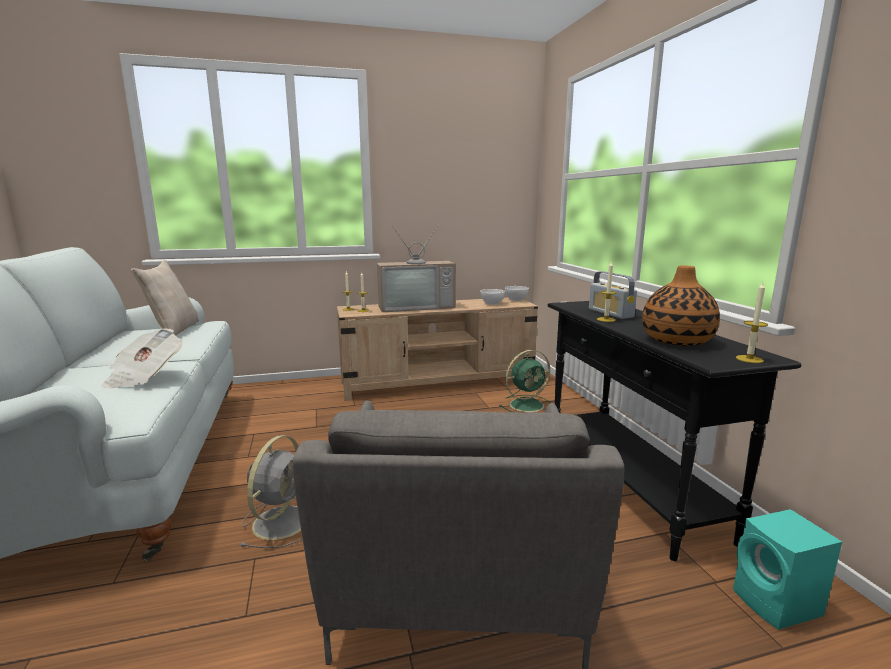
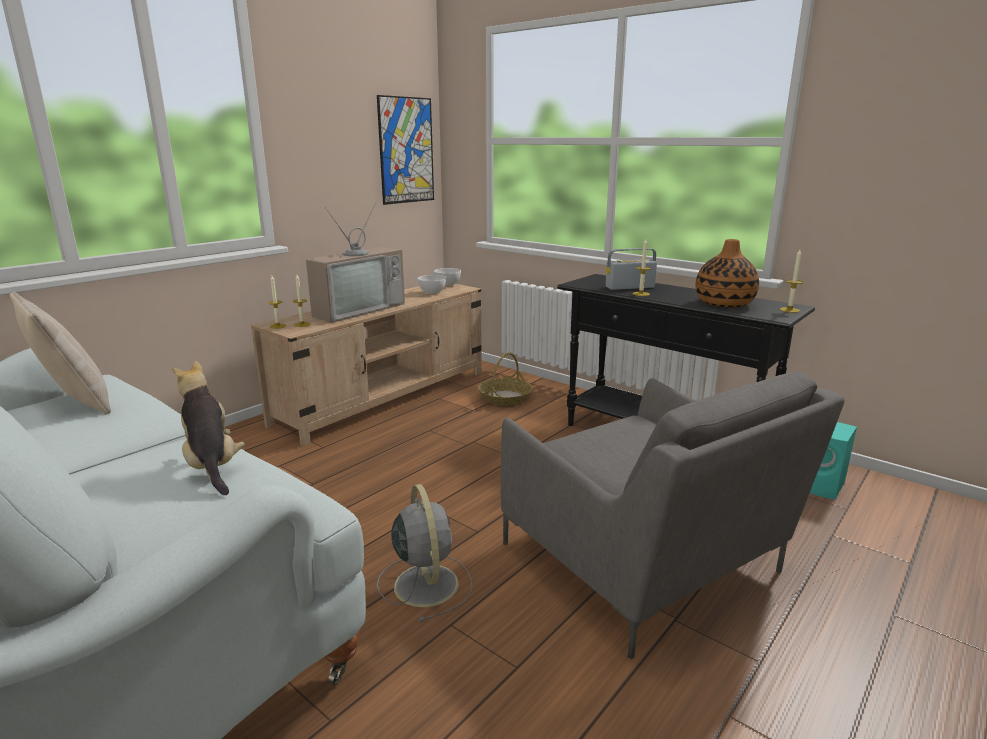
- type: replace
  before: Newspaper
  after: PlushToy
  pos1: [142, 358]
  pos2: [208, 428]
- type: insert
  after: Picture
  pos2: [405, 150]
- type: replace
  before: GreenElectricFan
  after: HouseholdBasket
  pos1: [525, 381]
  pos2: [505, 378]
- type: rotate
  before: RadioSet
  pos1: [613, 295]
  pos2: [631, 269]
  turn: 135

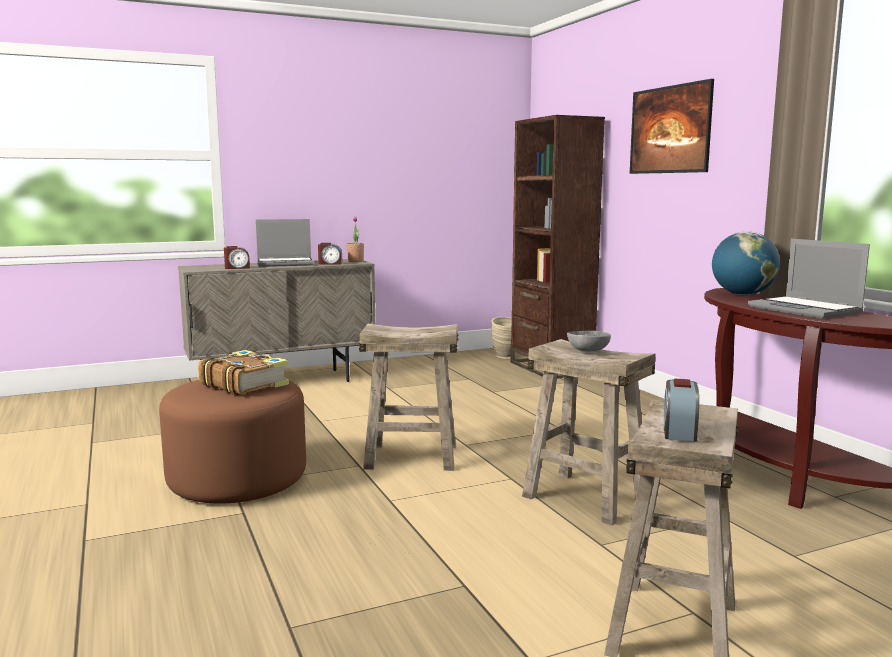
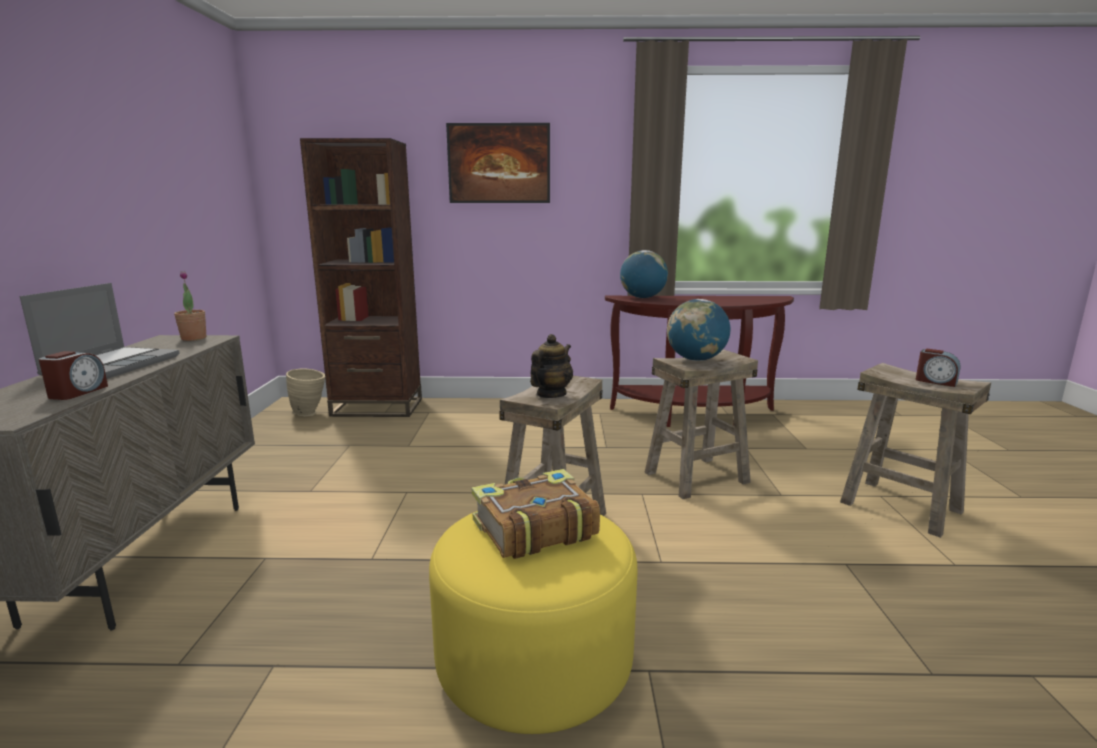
- type: recolor
  before: BrownFootrest
  after: YellowColouredFootrest
  pos1: [232, 442]
  pos2: [533, 622]
- type: insert
  after: TeaPot
  pos2: [551, 366]
- type: replace
  before: GreyishDeepDish
  after: DeskGlobe
  pos1: [589, 341]
  pos2: [698, 330]
- type: delete
  before: BedsideClock
  pos1: [330, 254]
- type: delete
  before: PortableComputer
  pos1: [809, 279]

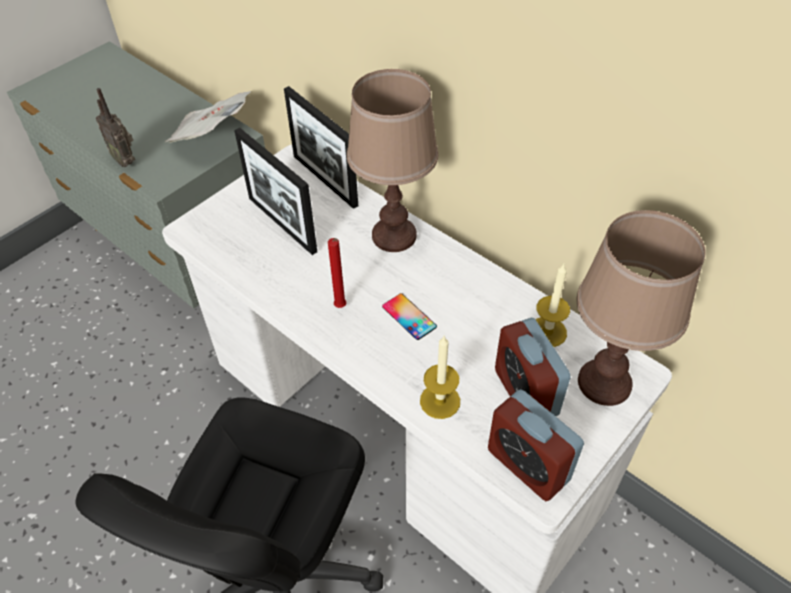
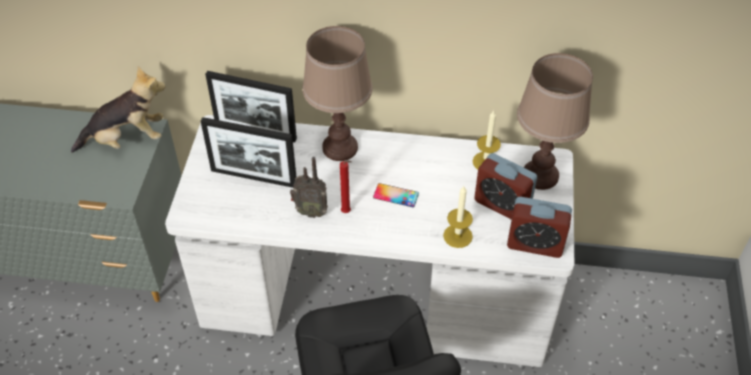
- type: replace
  before: Newspaper
  after: PlushToy
  pos1: [207, 117]
  pos2: [118, 109]
- type: move
  before: RadioSet
  pos1: [115, 127]
  pos2: [309, 187]

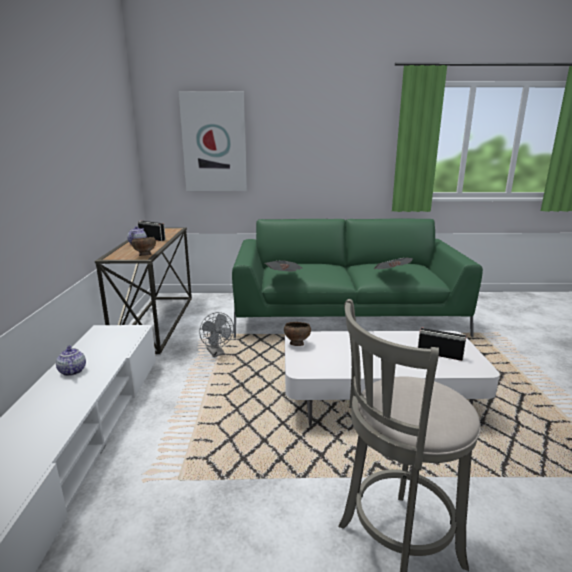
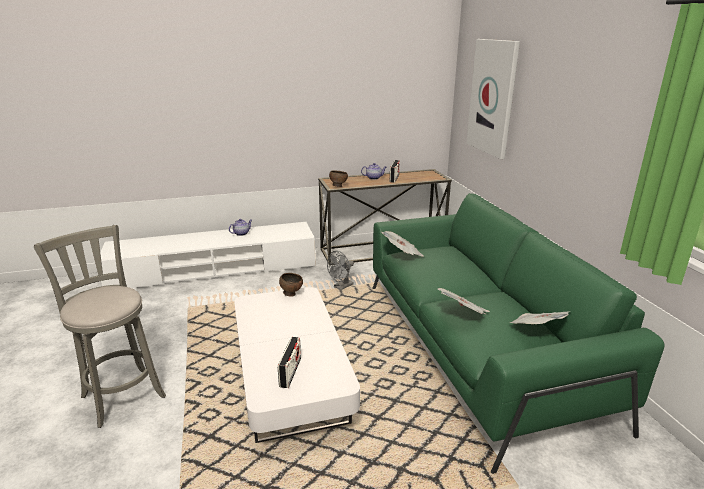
- type: insert
  after: Newspaper
  pos2: [540, 317]

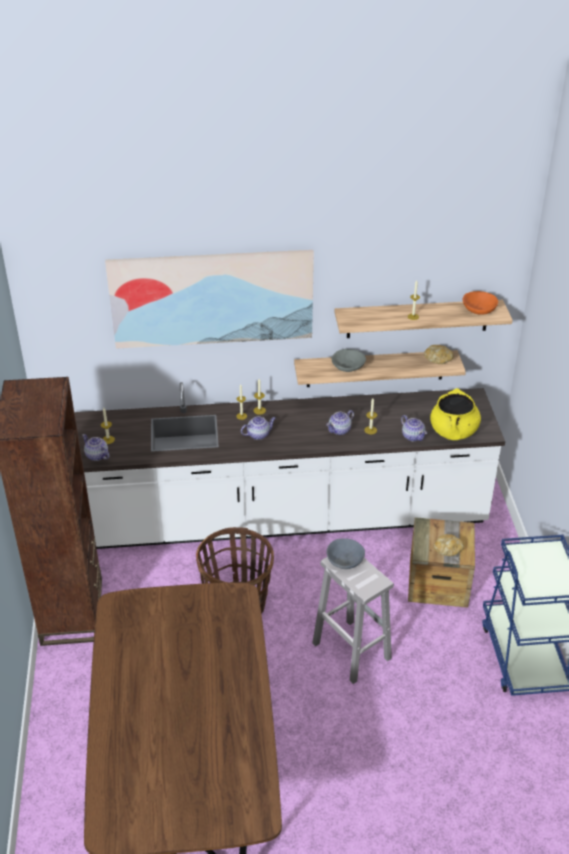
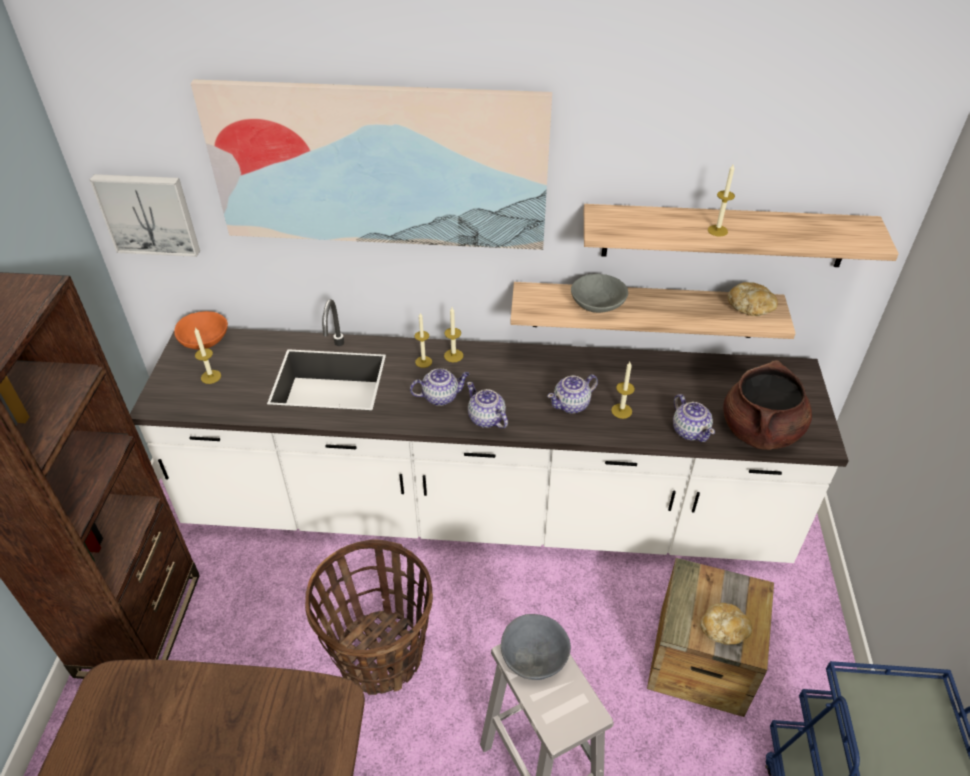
- type: insert
  after: Picture
  pos2: [145, 215]
- type: move
  before: OrangeColouredDeepDish
  pos1: [480, 303]
  pos2: [201, 330]
- type: move
  before: TeaPot
  pos1: [96, 447]
  pos2: [487, 405]
- type: recolor
  before: YellowColouredSaucepot
  after: BrownSaucepot
  pos1: [455, 414]
  pos2: [767, 405]

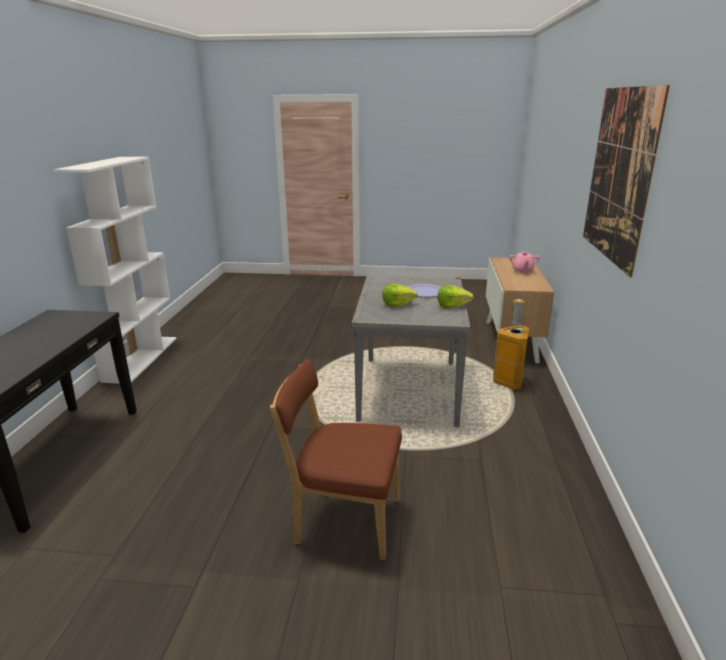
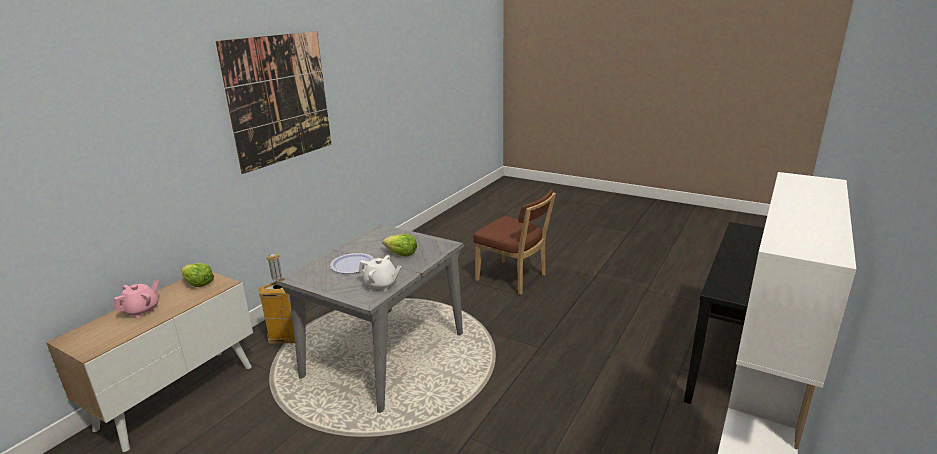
- type: move
  before: Lettuce
  pos1: [456, 297]
  pos2: [197, 275]
- type: insert
  after: WhiteTeaPot
  pos2: [380, 273]

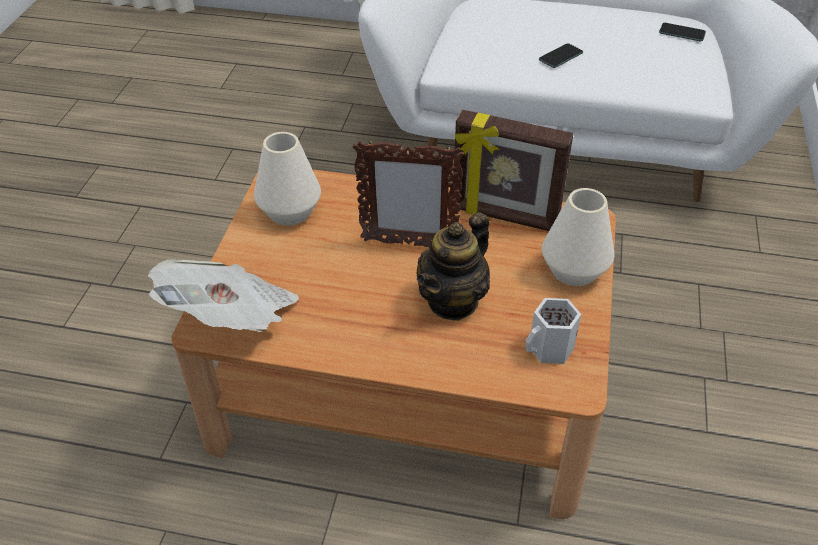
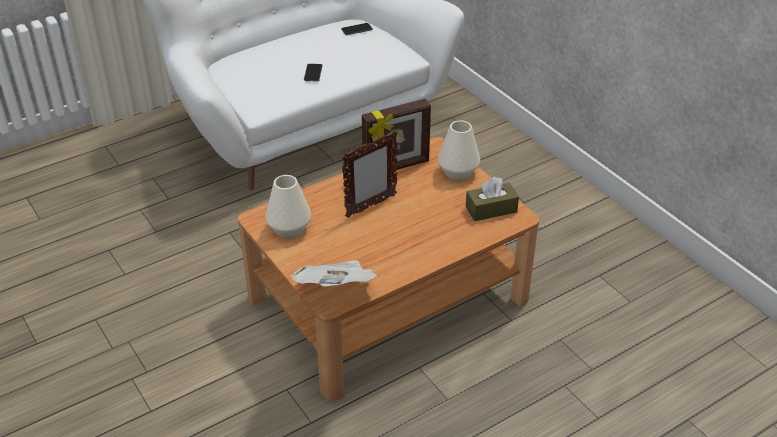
- type: replace
  before: WhiteCoffeeMug
  after: BrownTissueBox
  pos1: [553, 331]
  pos2: [492, 199]
- type: delete
  before: TeaPot
  pos1: [453, 266]

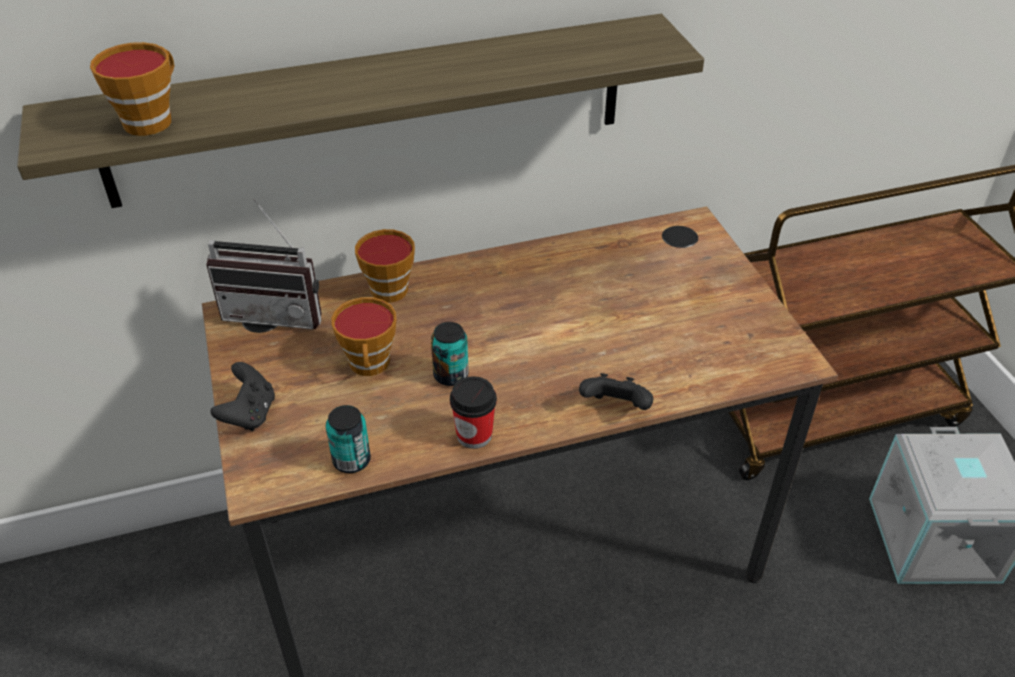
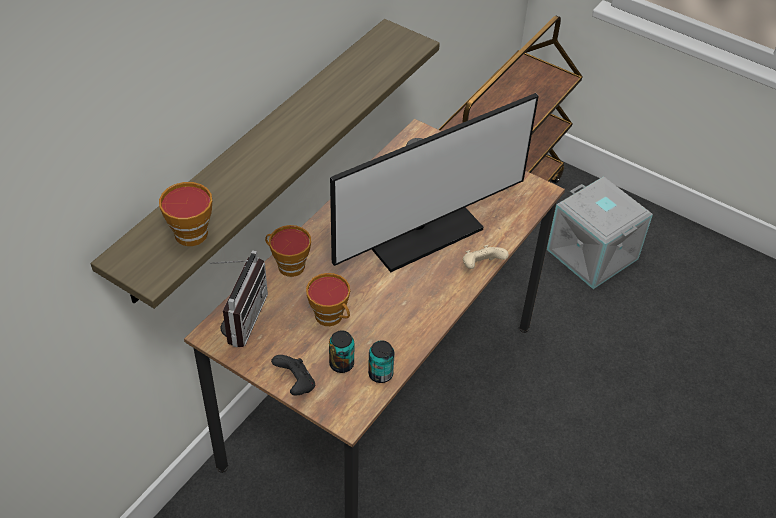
- type: rotate
  before: RadioSet
  pos1: [264, 264]
  pos2: [238, 299]
  turn: -45
- type: move
  before: SealedCan
  pos1: [450, 354]
  pos2: [341, 352]
- type: insert
  after: ComputerDisplay
  pos2: [434, 182]
- type: recolor
  before: BlackColouredJoypad
  after: BeigeJoypad
  pos1: [616, 391]
  pos2: [486, 257]
- type: delete
  before: Cup
  pos1: [473, 412]

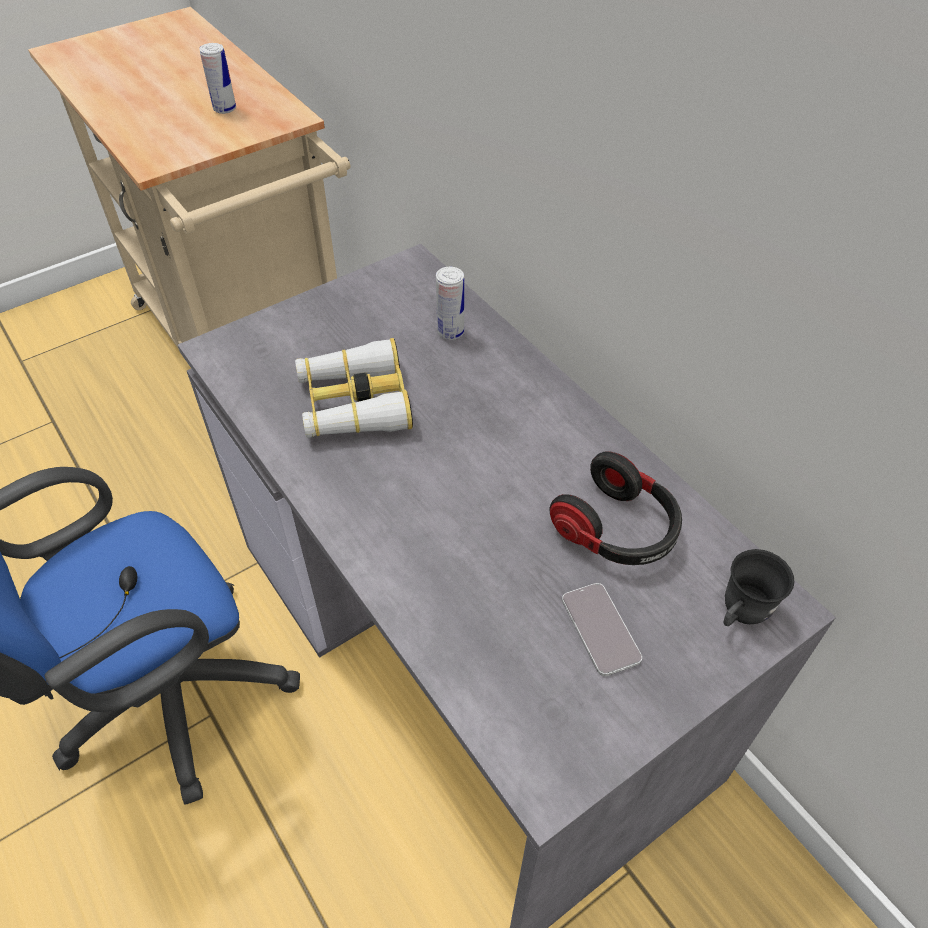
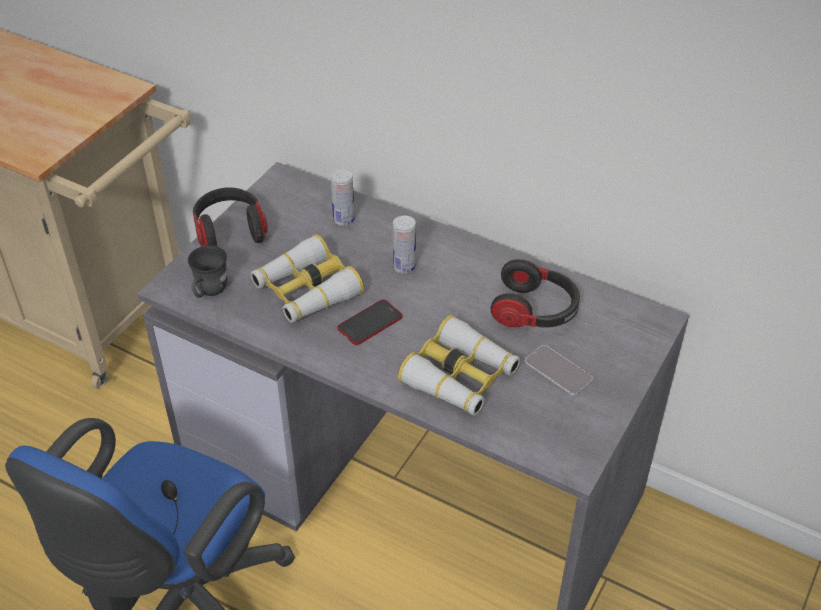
- type: move
  before: GreyishCoffeeMug
  pos1: [759, 587]
  pos2: [207, 271]
- type: insert
  after: Headset
  pos2: [230, 216]
- type: insert
  after: Telephone
  pos2: [370, 322]
- type: move
  before: SealedCan
  pos1: [217, 78]
  pos2: [404, 244]
- type: insert
  after: FieldGlasses
  pos2: [459, 365]

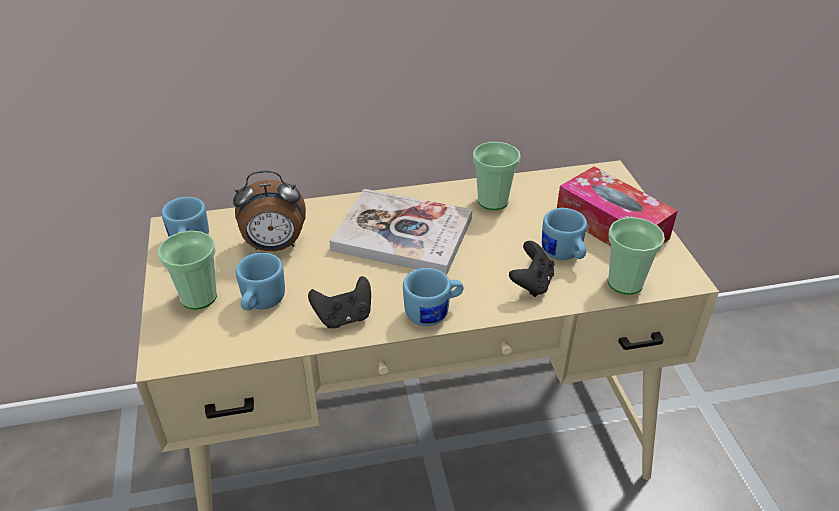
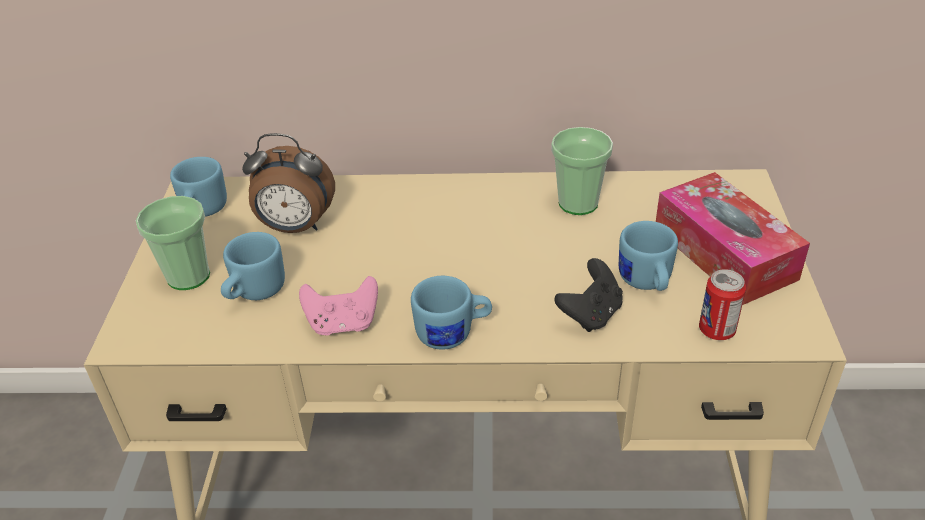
- type: recolor
  before: BlackColouredJoypad
  after: PinkishJoypad
  pos1: [339, 302]
  pos2: [338, 306]
- type: replace
  before: Cup
  after: SealedCan
  pos1: [636, 256]
  pos2: [722, 304]
- type: delete
  before: BoundBook
  pos1: [400, 232]

